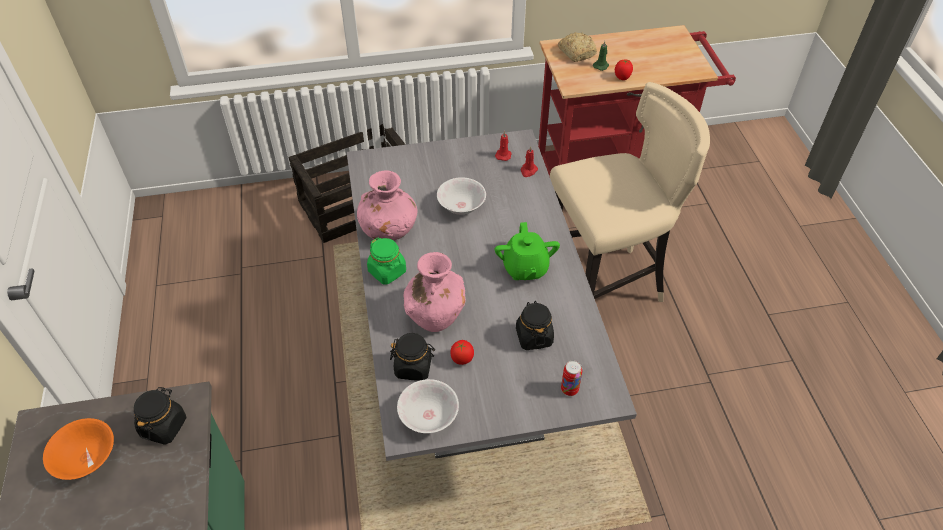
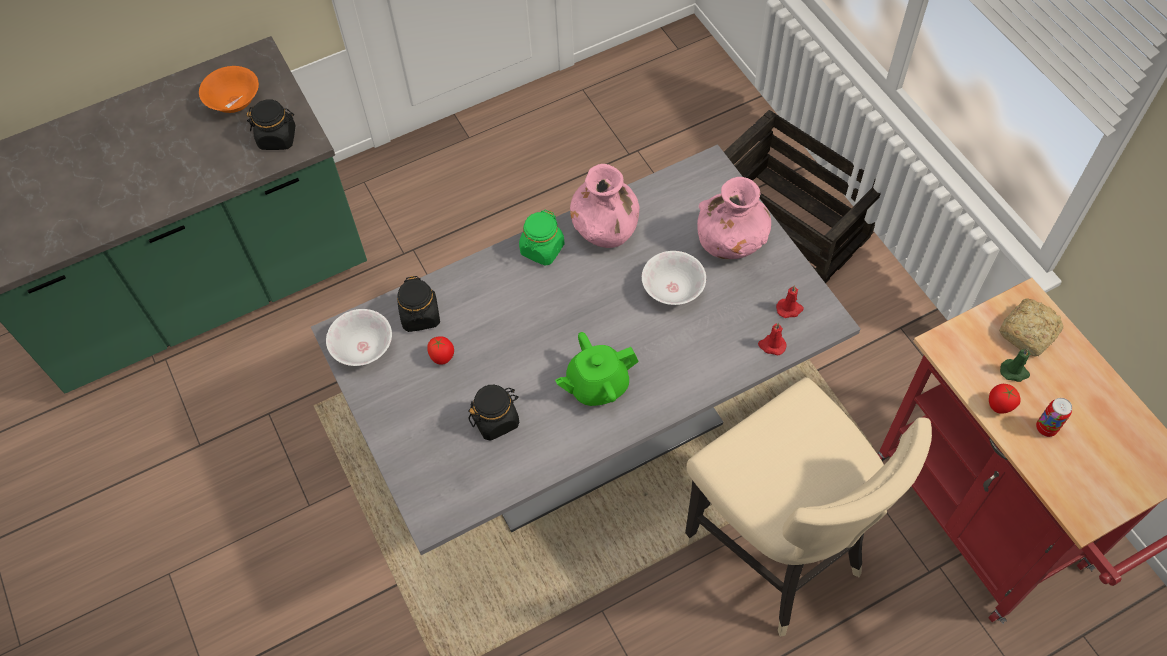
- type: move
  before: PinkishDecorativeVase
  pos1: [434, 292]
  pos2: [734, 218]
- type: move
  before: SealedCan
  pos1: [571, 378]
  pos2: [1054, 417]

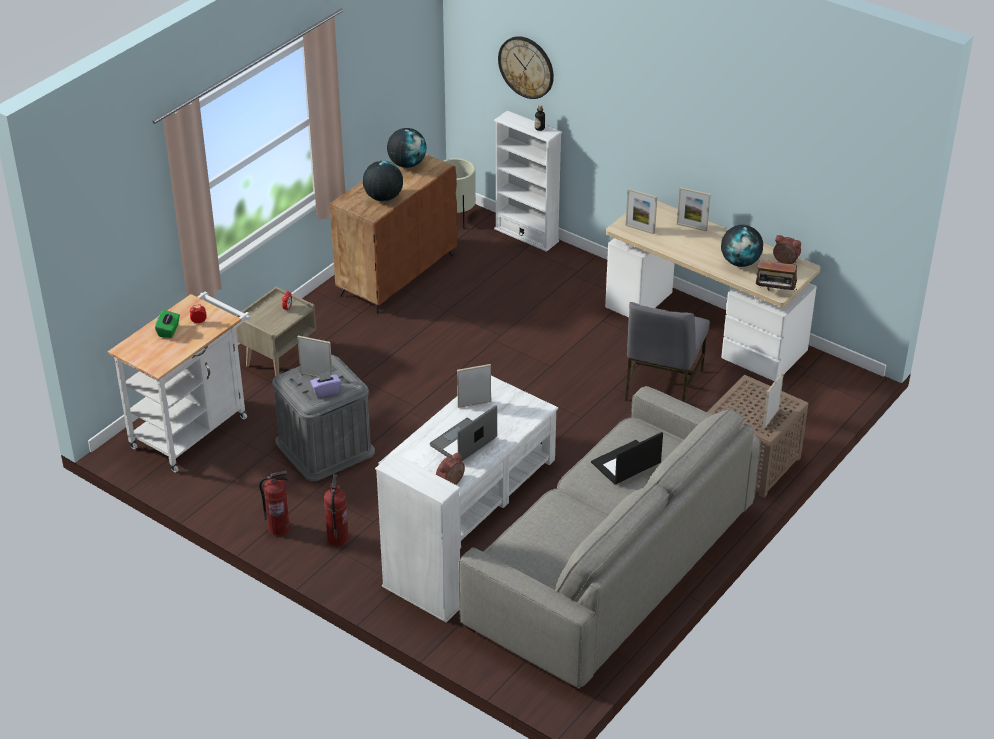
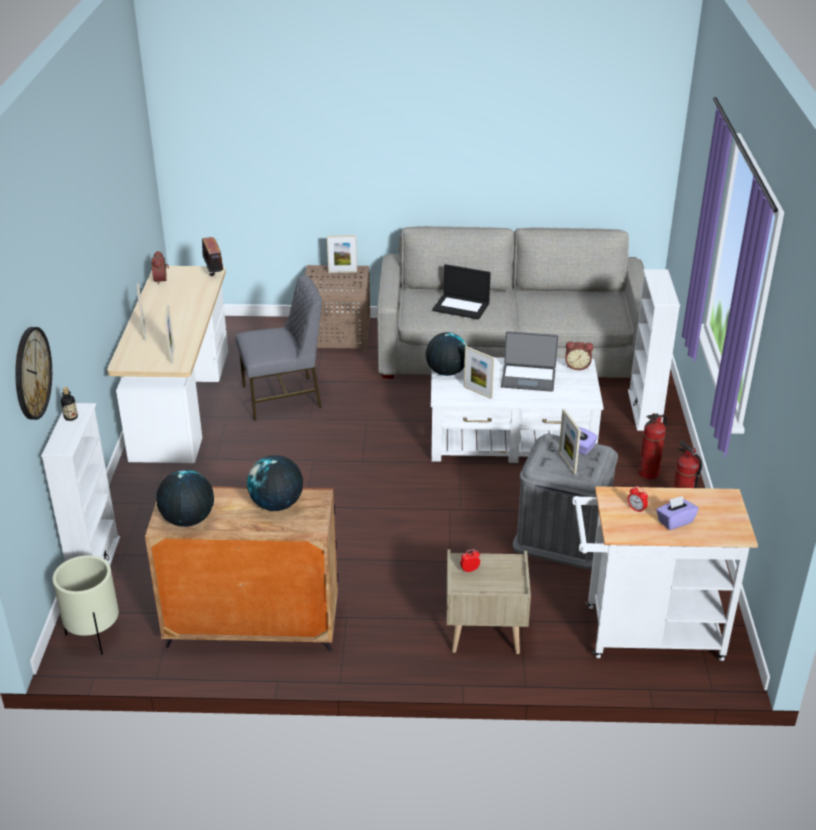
- type: move
  before: DeskGlobe
  pos1: [742, 246]
  pos2: [447, 354]
- type: recolor
  before: GreenTissueBox
  after: PurplishTissueBox
  pos1: [167, 324]
  pos2: [677, 513]

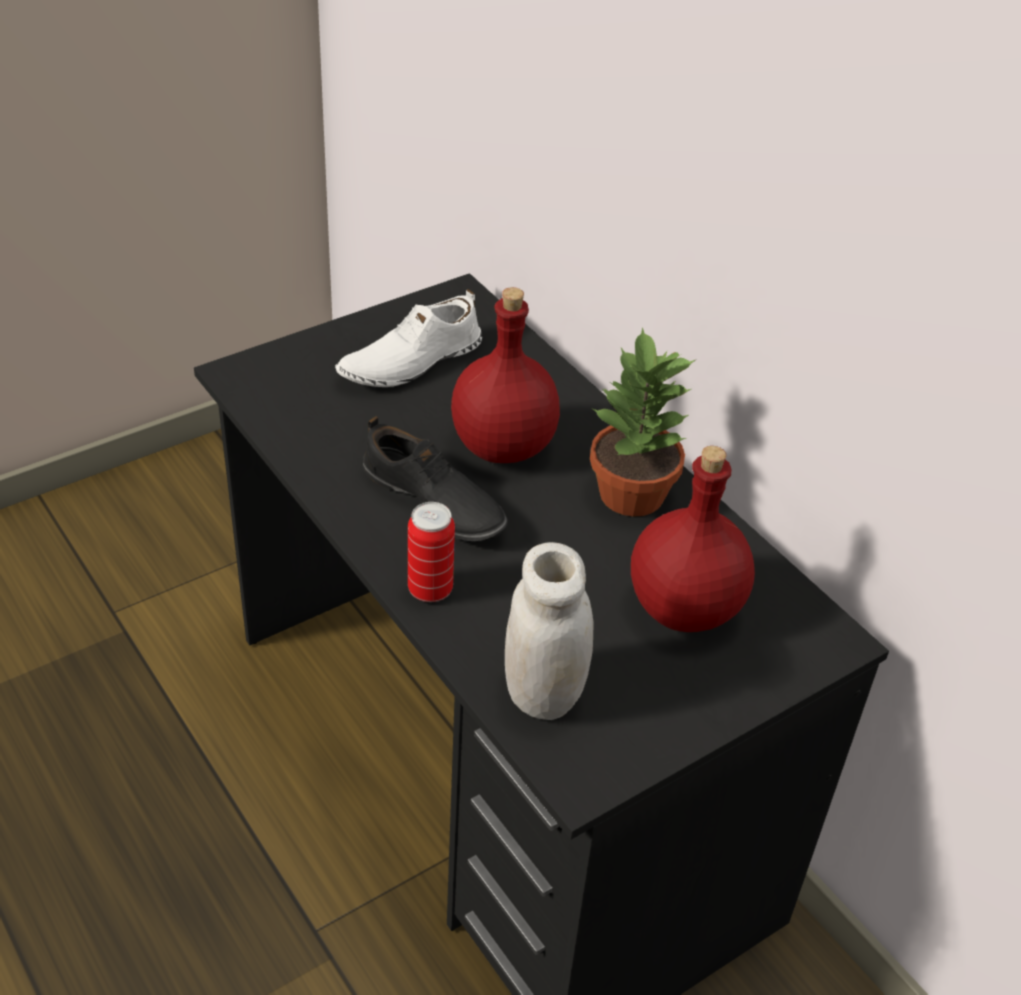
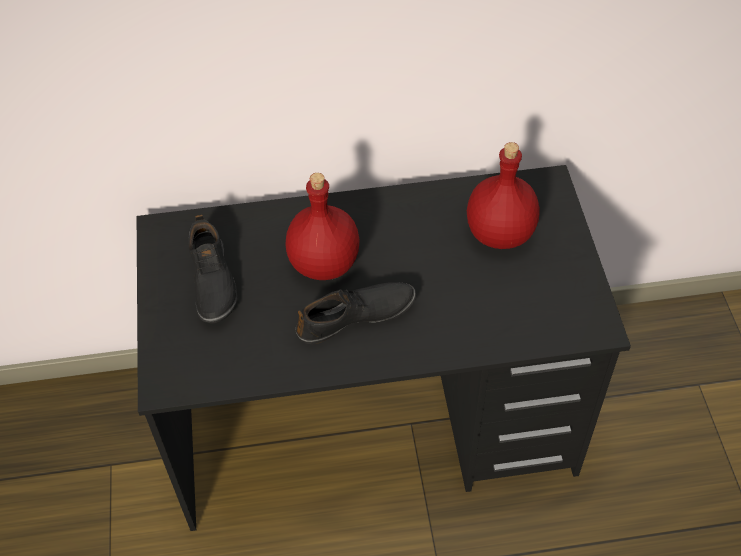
- type: recolor
  before: WhiteShoe
  after: BlackColouredShoe
  pos1: [408, 338]
  pos2: [213, 269]
- type: delete
  before: SealedCan
  pos1: [431, 552]
- type: delete
  before: WhiteStorageJar
  pos1: [549, 631]
- type: delete
  before: PottedPlant
  pos1: [642, 422]

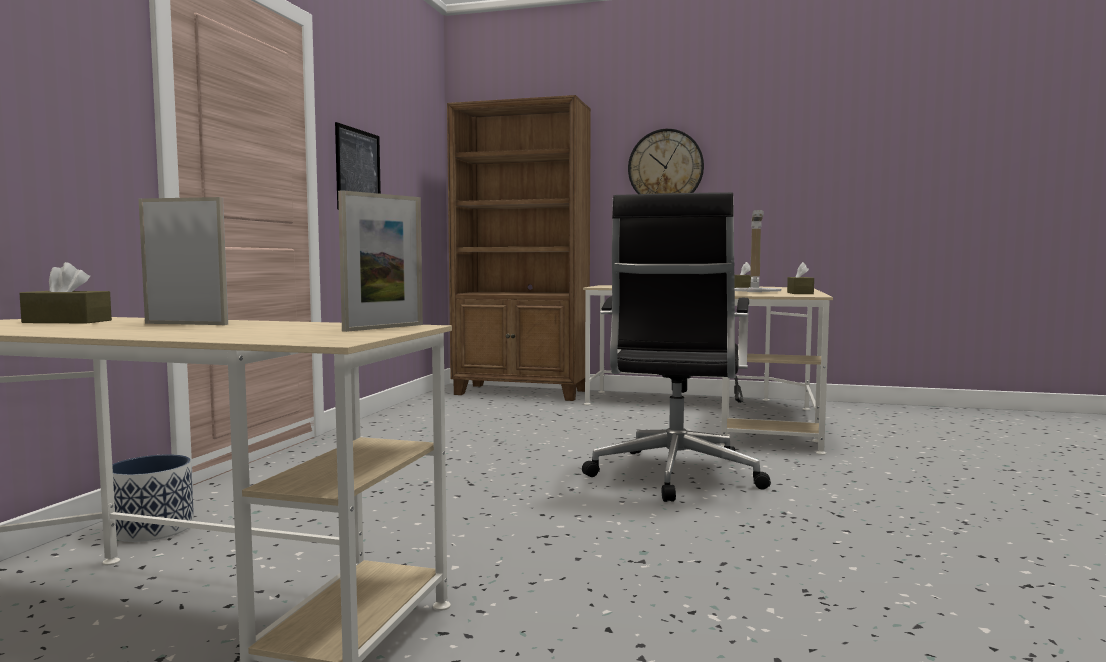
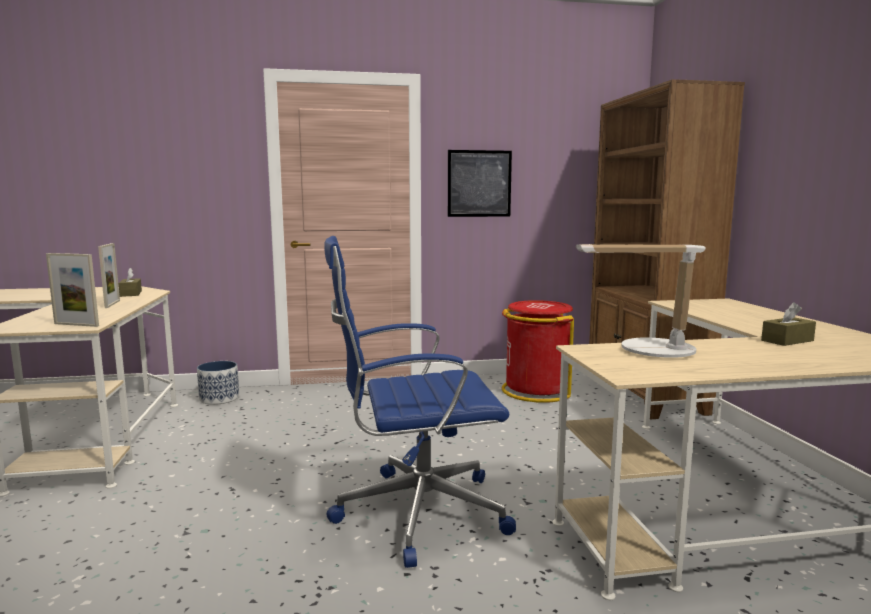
- type: recolor
  before: BlackColouredOfficeChair
  after: BlueColouredOfficeChair
  pos1: [676, 347]
  pos2: [420, 402]
- type: insert
  after: RedRubbishBin
  pos2: [538, 351]
- type: delete
  before: HangingClock
  pos1: [666, 161]
- type: delete
  before: BrownTissueBox
  pos1: [800, 278]

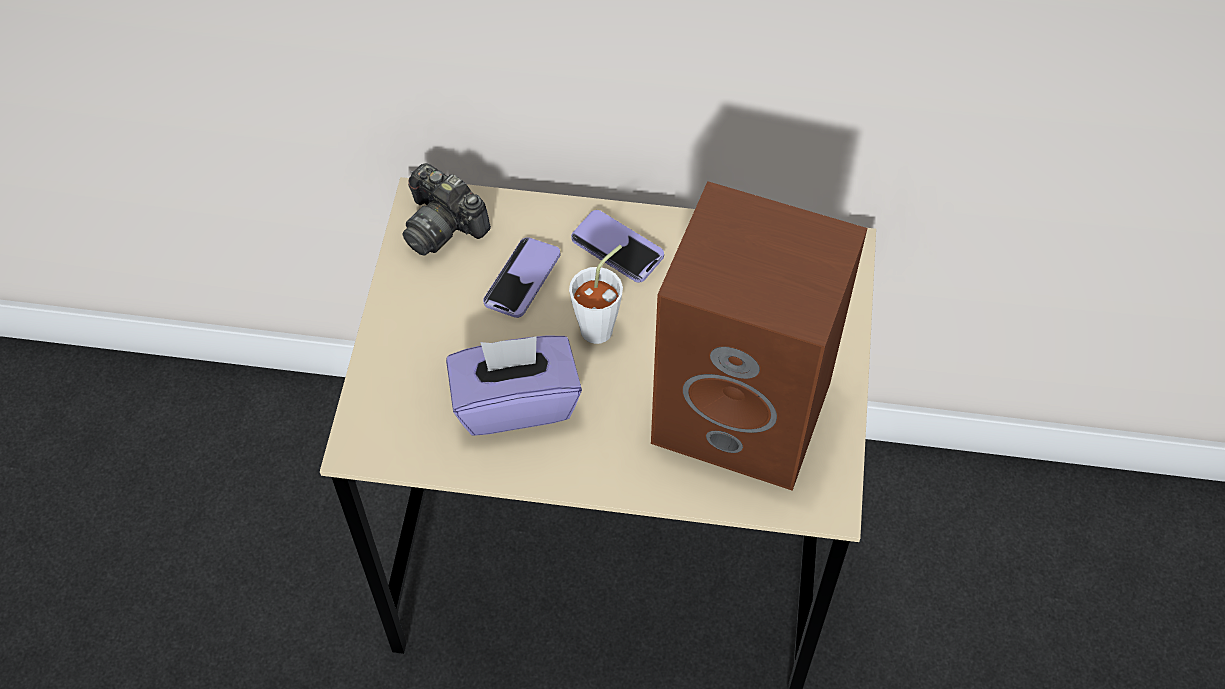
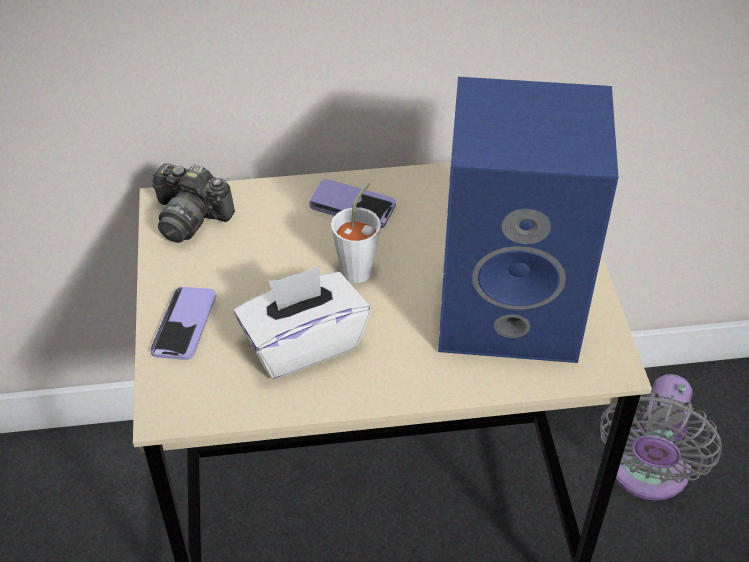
- type: move
  before: Telephone
  pos1: [522, 277]
  pos2: [183, 323]
- type: recolor
  before: PurplishTissueBox
  after: WhiteTissueBox
  pos1: [514, 386]
  pos2: [302, 322]
- type: recolor
  before: BrownAudioSpeaker
  after: BlueColouredAudioSpeaker
  pos1: [759, 336]
  pos2: [528, 220]
- type: insert
  after: GreyishElectricFan
  pos2: [661, 437]

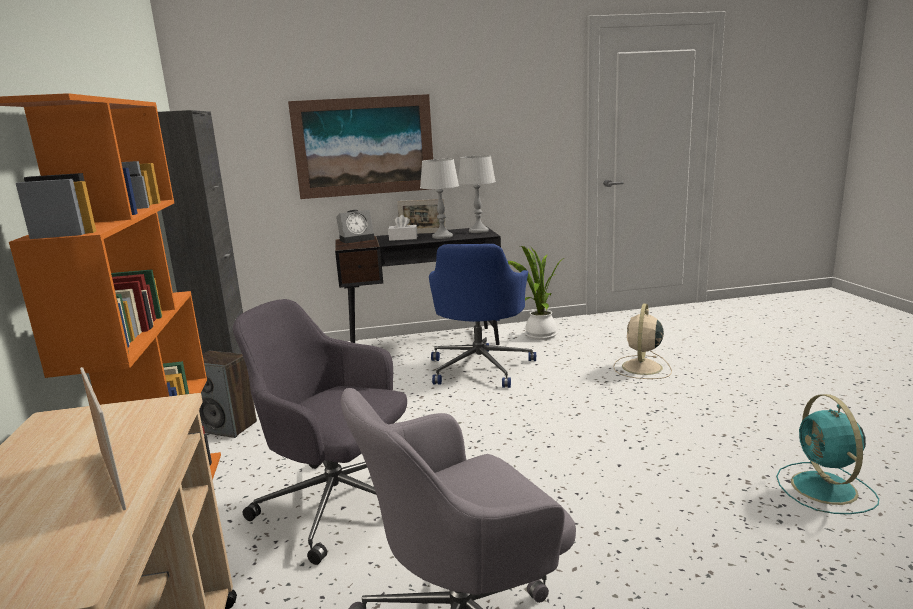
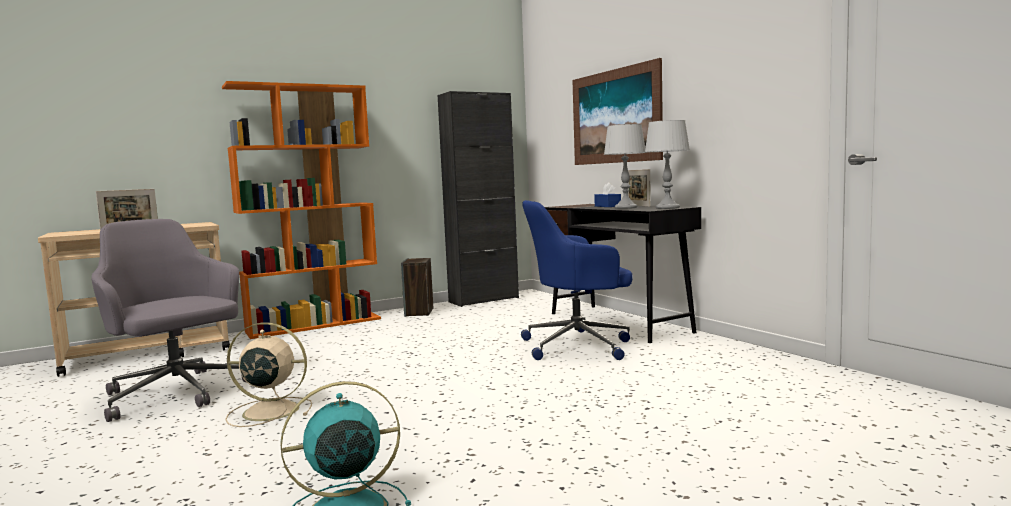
- type: move
  before: BeigeElectricFan
  pos1: [642, 341]
  pos2: [269, 374]
- type: recolor
  before: WhiteTissueBox
  after: BlueColouredTissueBox
  pos1: [402, 228]
  pos2: [607, 194]
- type: delete
  before: GreyishOfficeChair
  pos1: [320, 432]
- type: delete
  before: BedsideClock
  pos1: [355, 227]
- type: delete
  before: PottedPlant
  pos1: [536, 293]

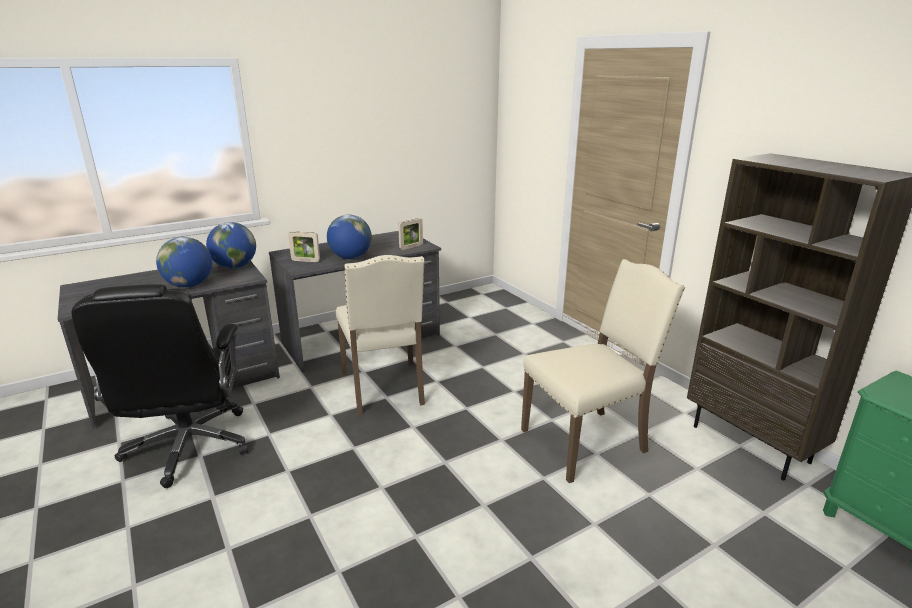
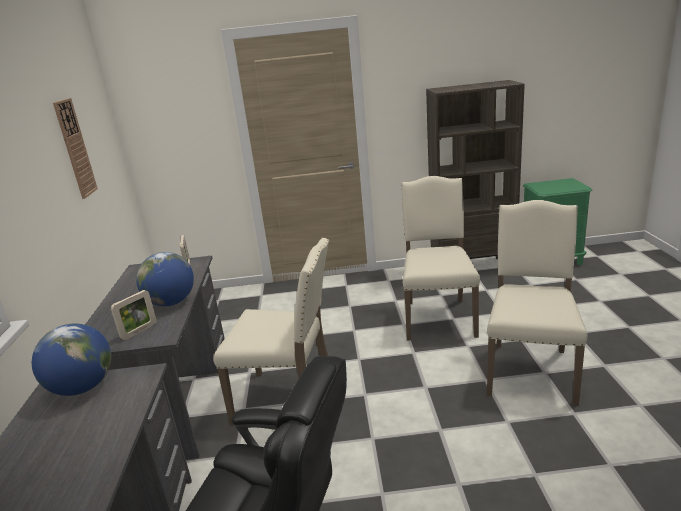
- type: insert
  after: HangingClock
  pos2: [75, 148]
- type: insert
  after: BeigePlainChair
  pos2: [537, 303]
- type: delete
  before: DeskGlobe
  pos1: [184, 262]

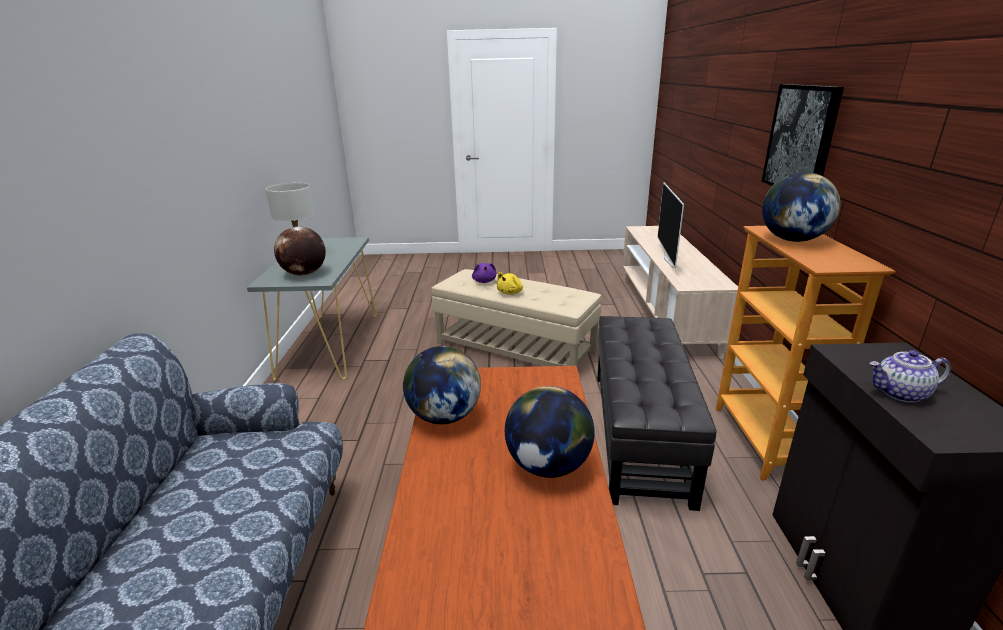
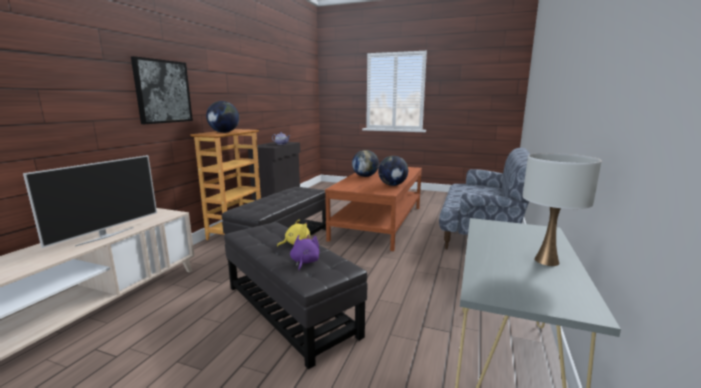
- type: recolor
  before: BeigeFootrest
  after: BlackColouredFootrest
  pos1: [516, 317]
  pos2: [296, 295]
- type: delete
  before: DeskGlobe
  pos1: [300, 251]

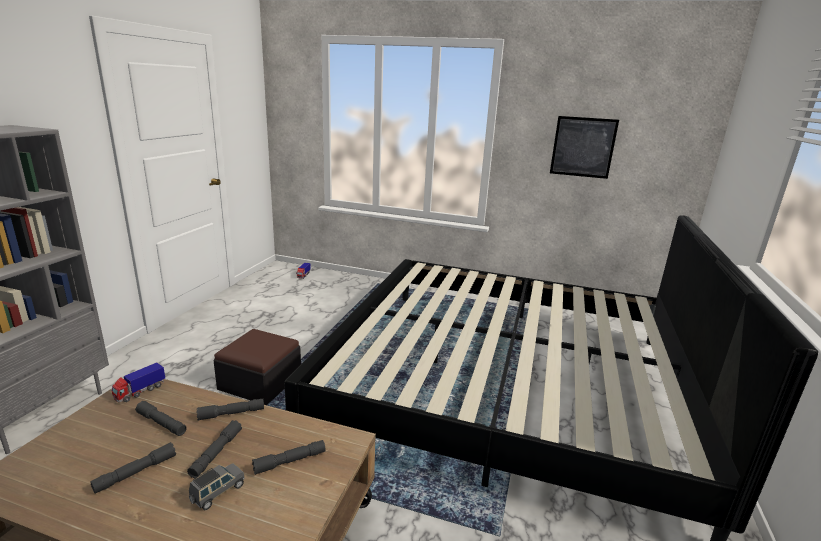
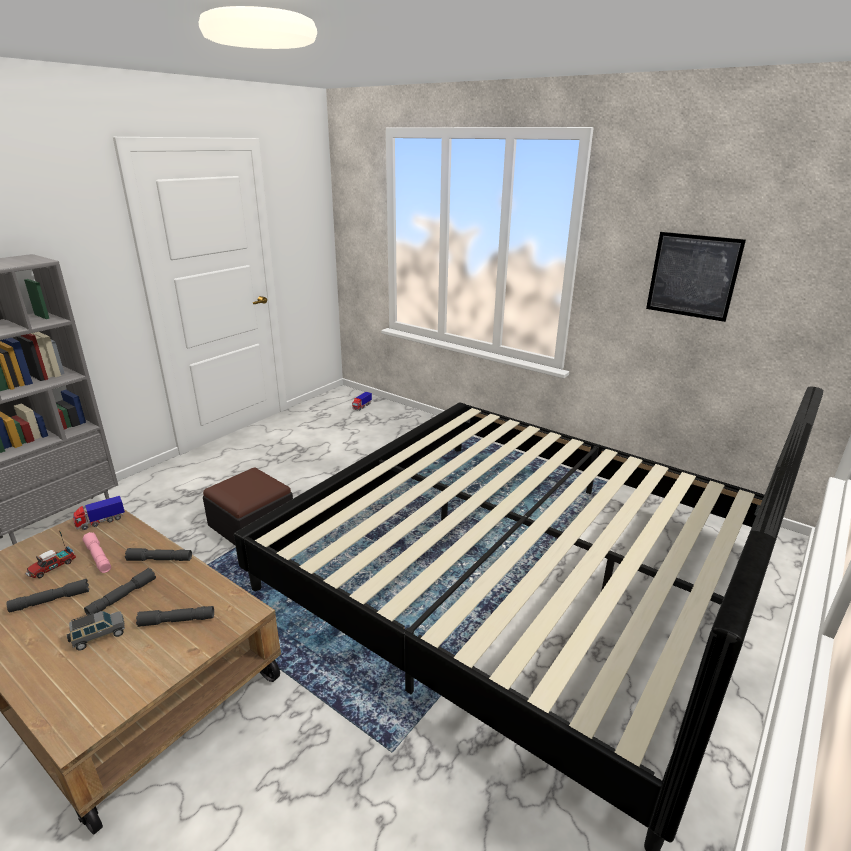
- type: insert
  after: ToyLorry
  pos2: [50, 554]
- type: recolor
  before: GreyishTorch
  after: PinkishTorch
  pos1: [161, 418]
  pos2: [97, 552]

